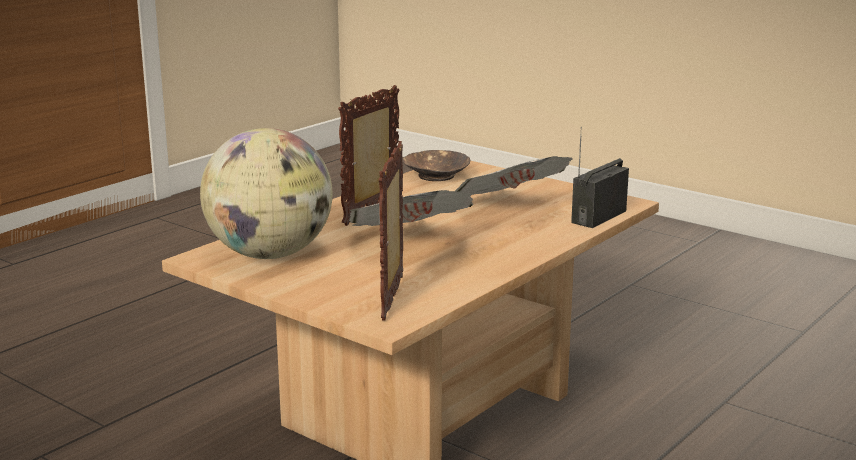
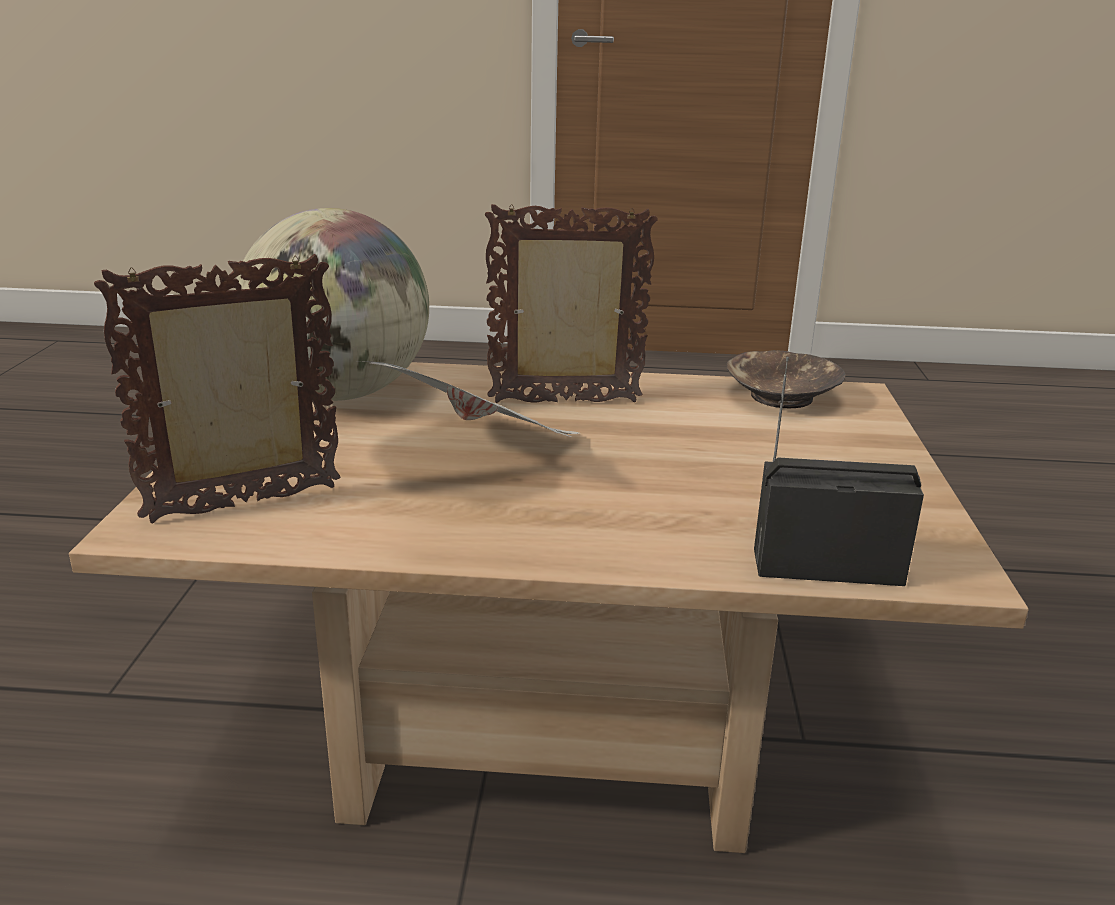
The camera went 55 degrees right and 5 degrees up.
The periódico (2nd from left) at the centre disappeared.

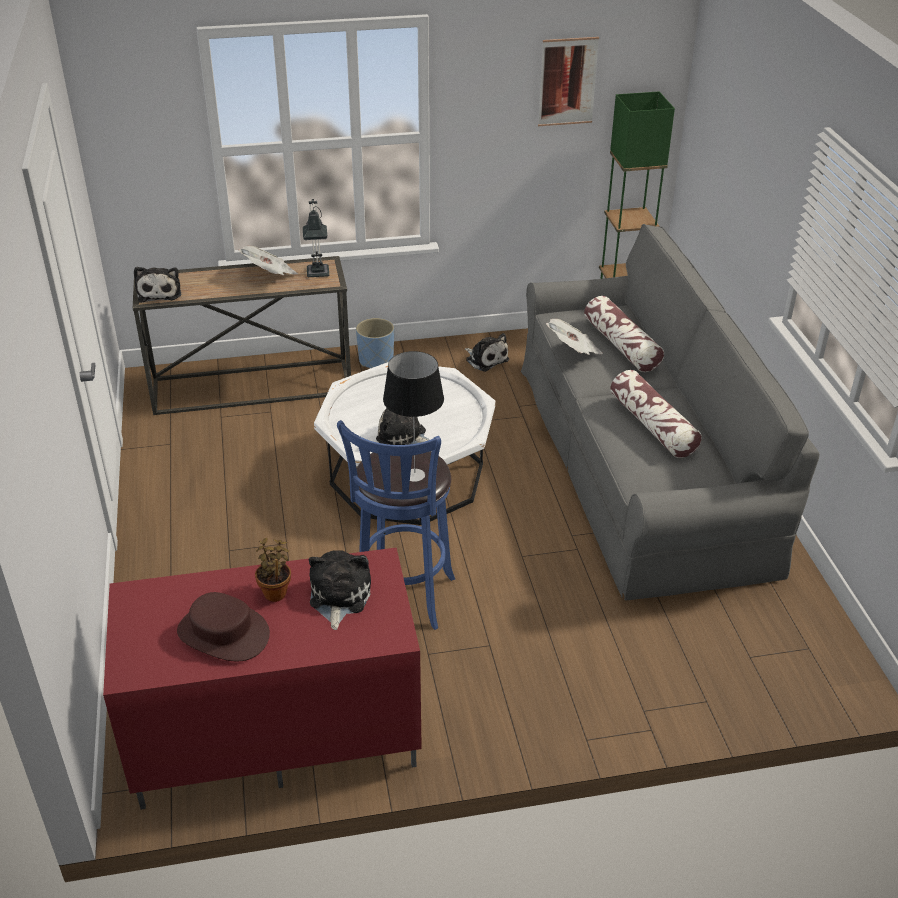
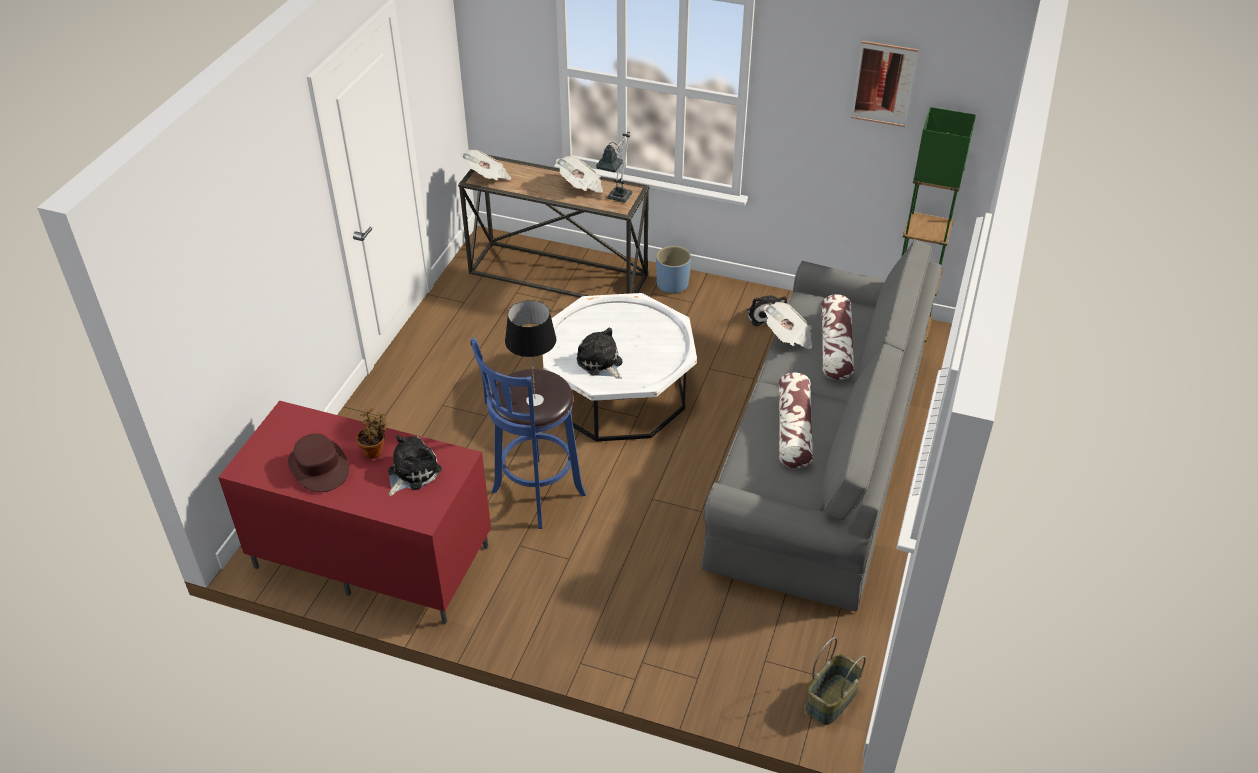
The camera went 30 degrees right and 5 degrees up.
The cesta at the bottom centre appeared.
The peluche (1st from left) at the top left was replaced by the periódico (1st from left) at the top centre.

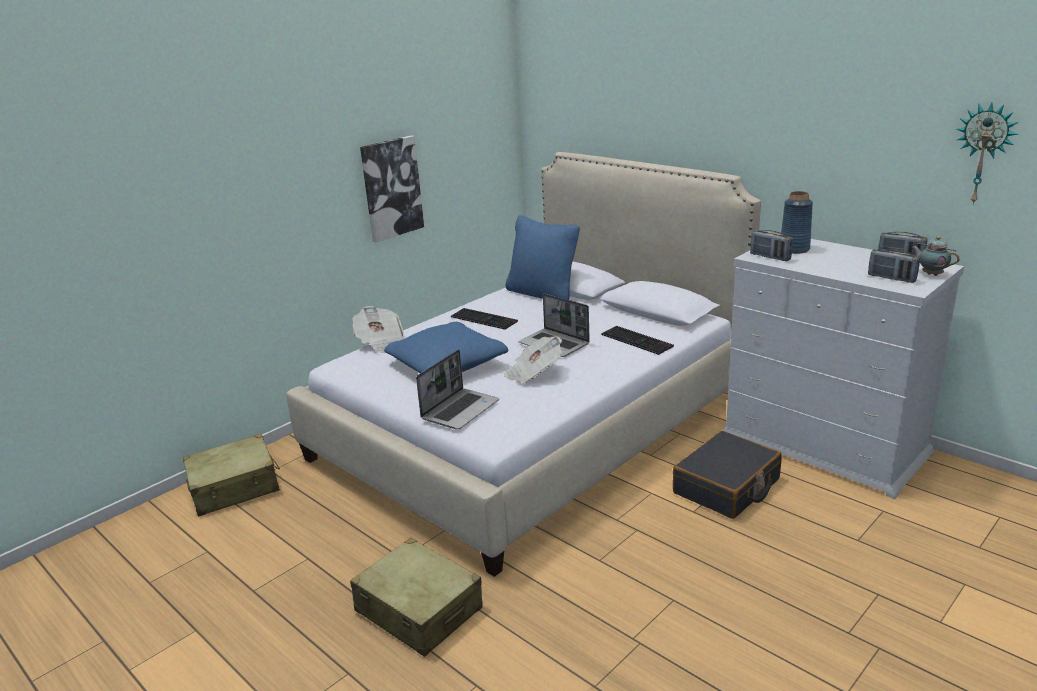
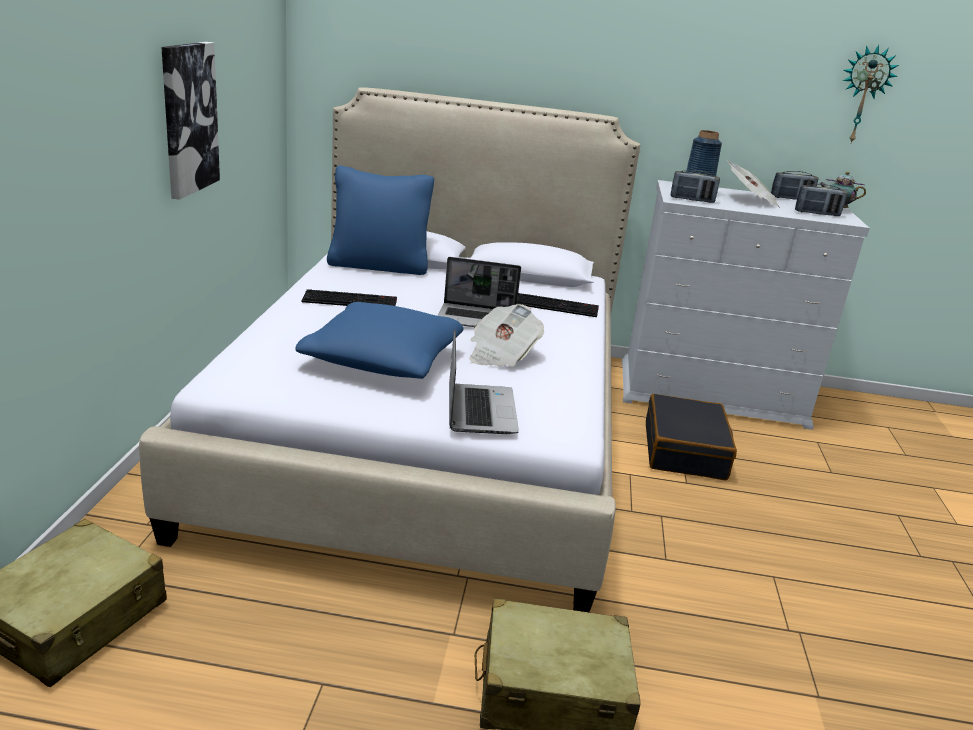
The camera went 40 degrees left and 0 degrees up.
The periódico (1st from left in the first image) moved from the centre to the top right.

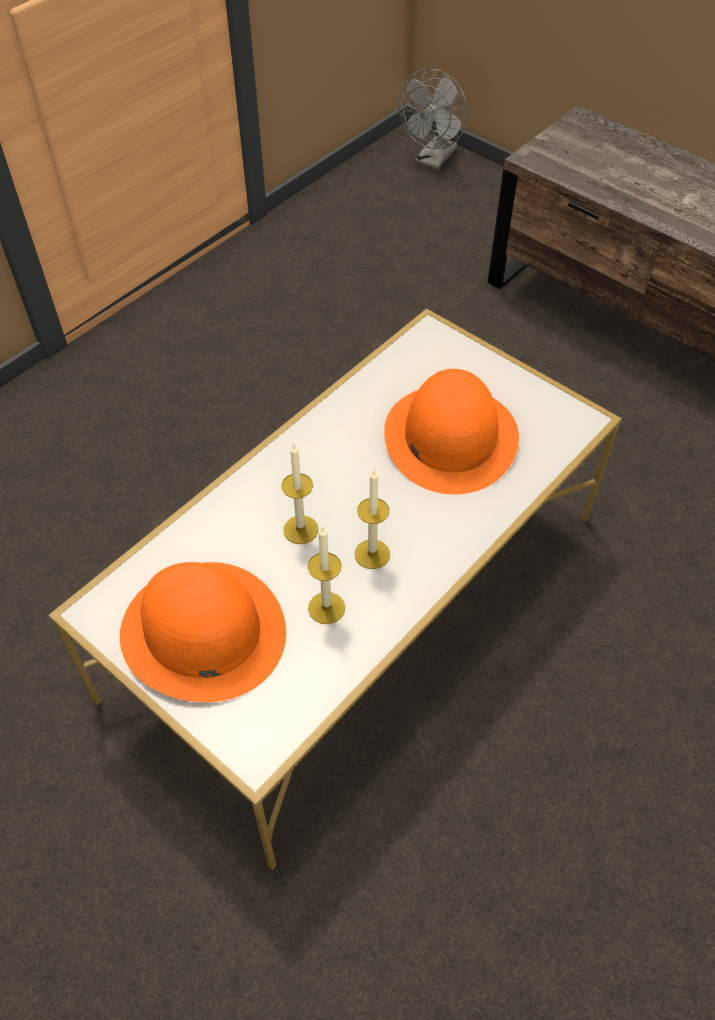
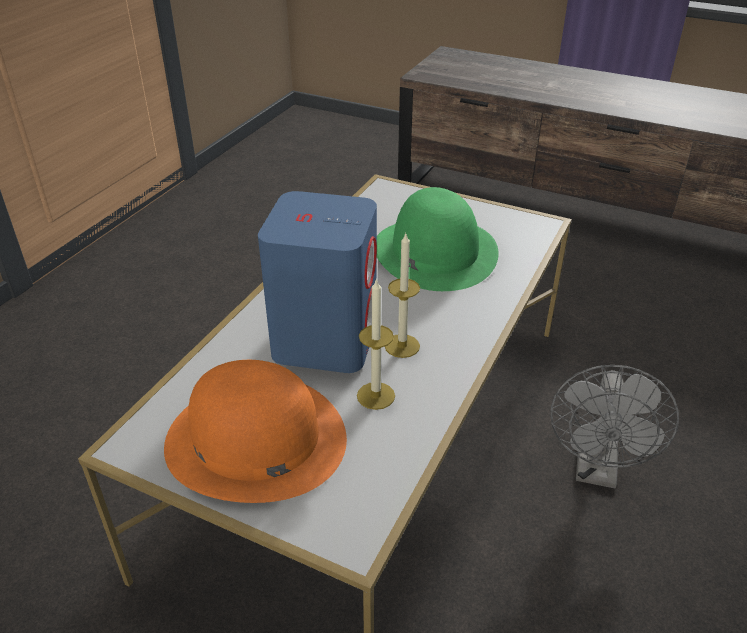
The camera went 15 degrees left and 15 degrees down.
The ventilador [gris] moved from the top centre to the bottom right.
The vela (1st from left) at the centre was replaced by the altavoz [azul] at the centre.
The sombrero [naranja] (2nd from left) at the centre became the sombrero [verde] at the centre.

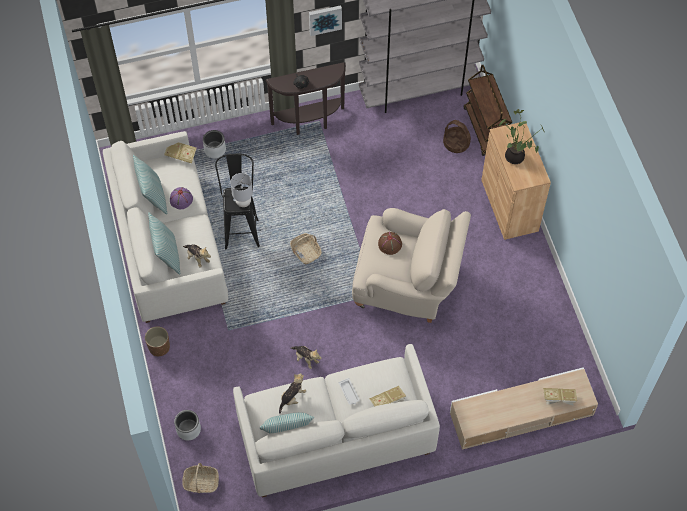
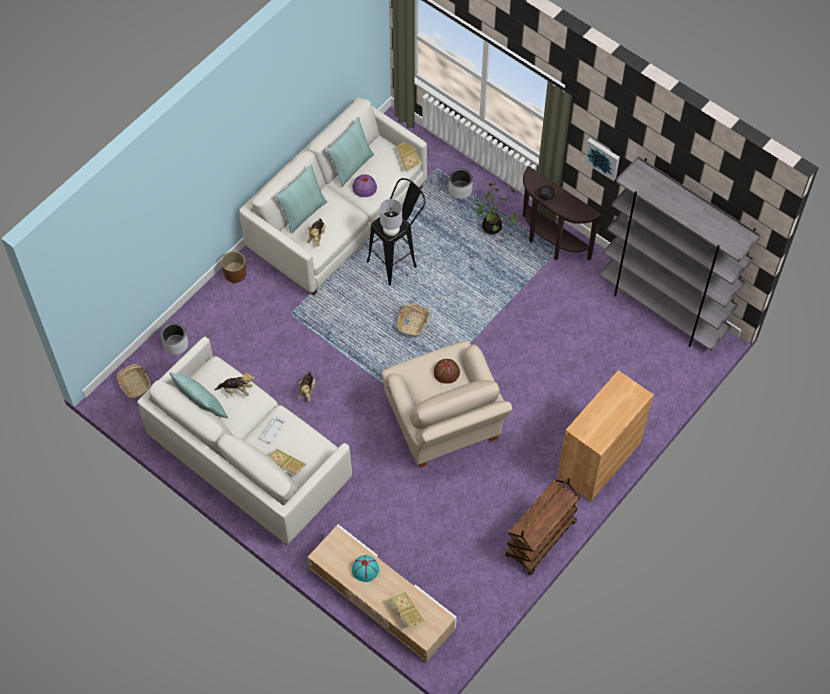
The camera went 55 degrees right and 0 degrees up.
The cesta (3rd from left) at the top centre disappeared.
The sombrero [turquesa] at the bottom centre appeared.
The carrito [marrón] moved from the top right to the bottom centre.
The planta en maceta moved from the top right to the top centre.

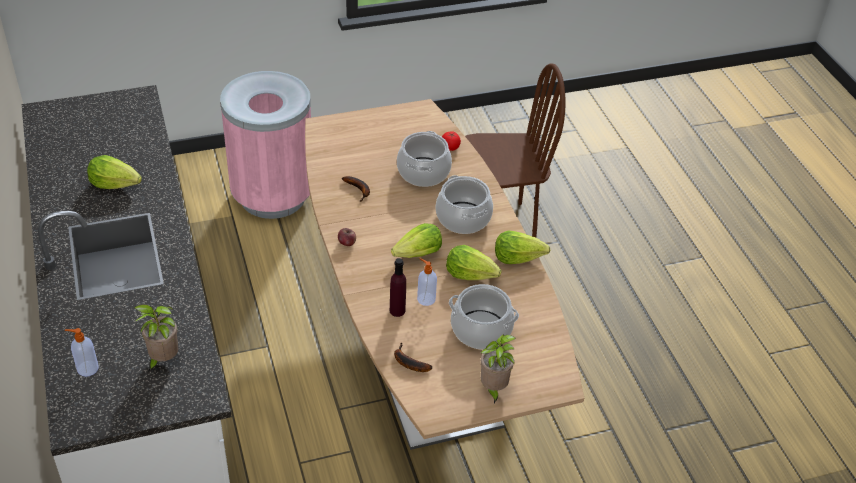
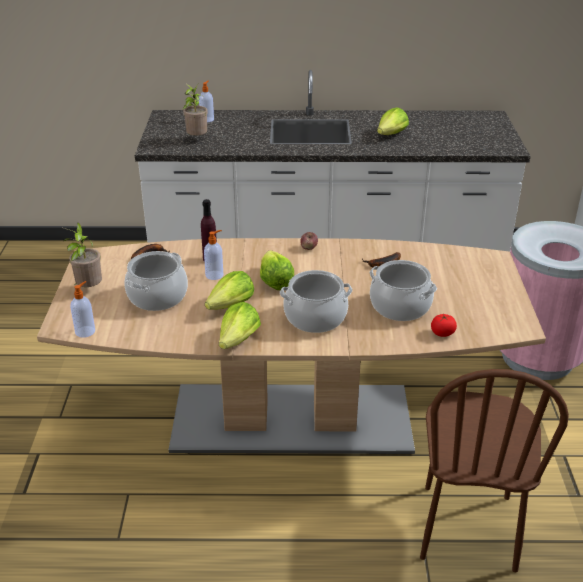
The camera went 110 degrees right and 10 degrees down.
The dispensador de jabón (1st from left) at the middle left appeared.

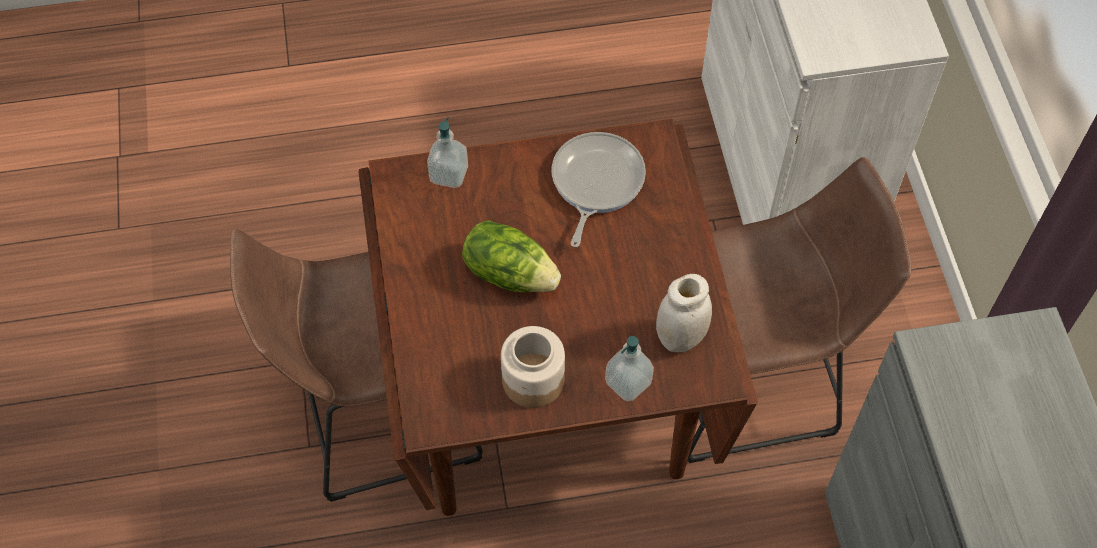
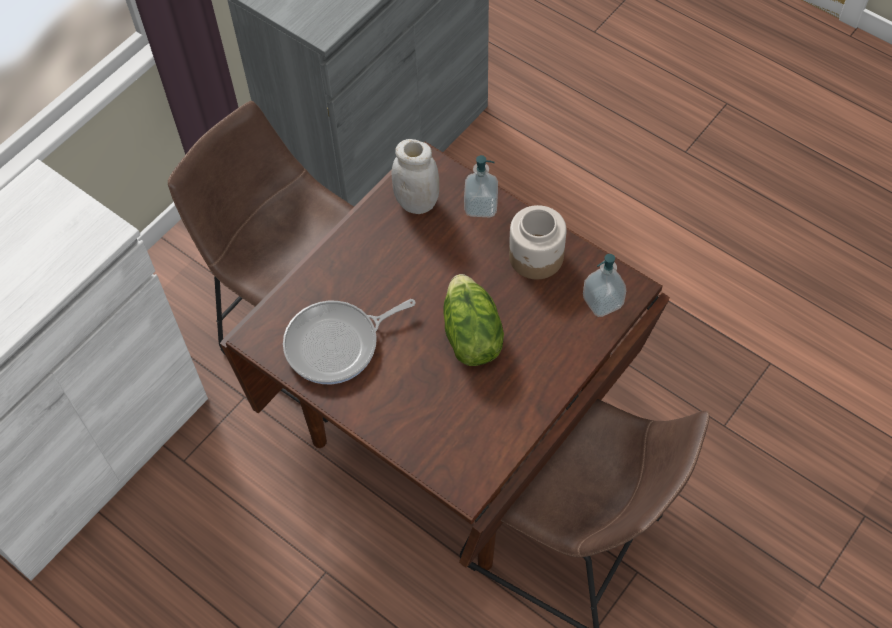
The camera went 130 degrees left and 0 degrees up.
The dispensador de jabón (1st from left in the first image) moved from the top centre to the middle right.

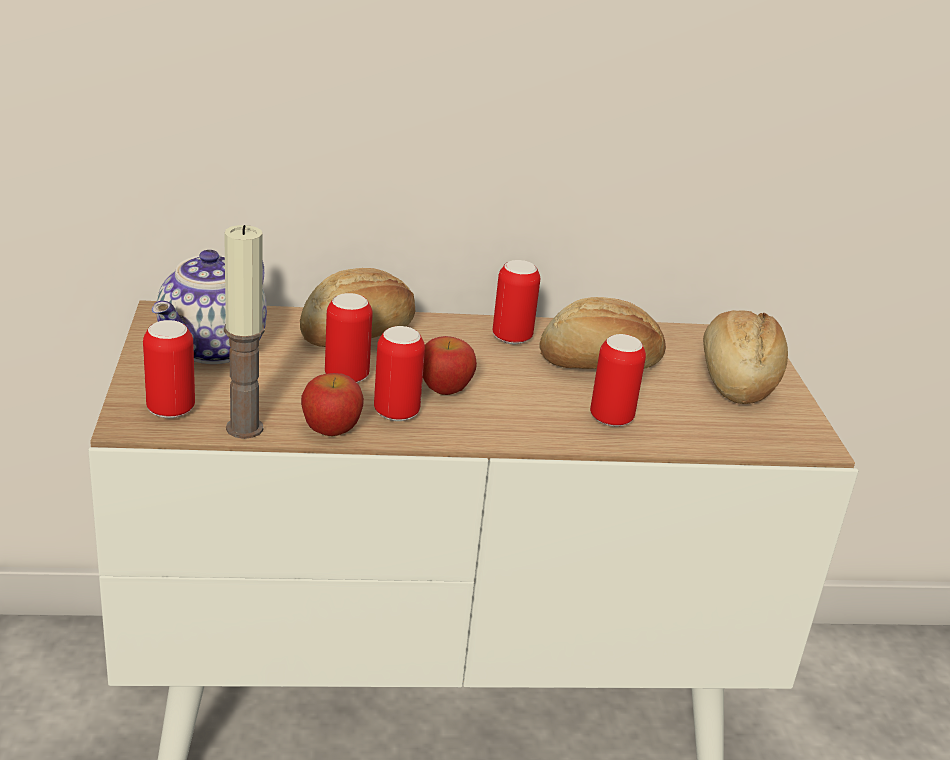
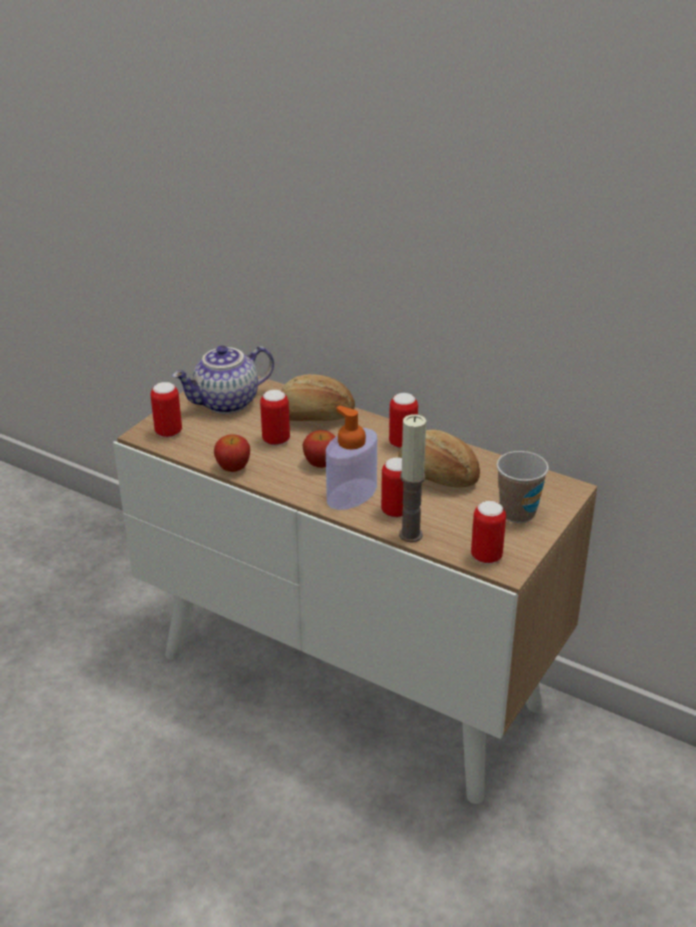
The camera went 40 degrees right and 5 degrees up.
The dispensador de jabón at the centre appeared.
The vela moved from the middle left to the centre.
The lata (3rd from left in the first image) moved from the centre to the middle right.
The pan (3rd from left) at the middle right was replaced by the taza at the middle right.

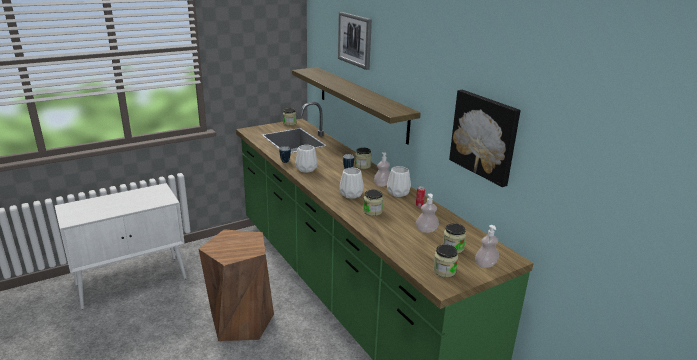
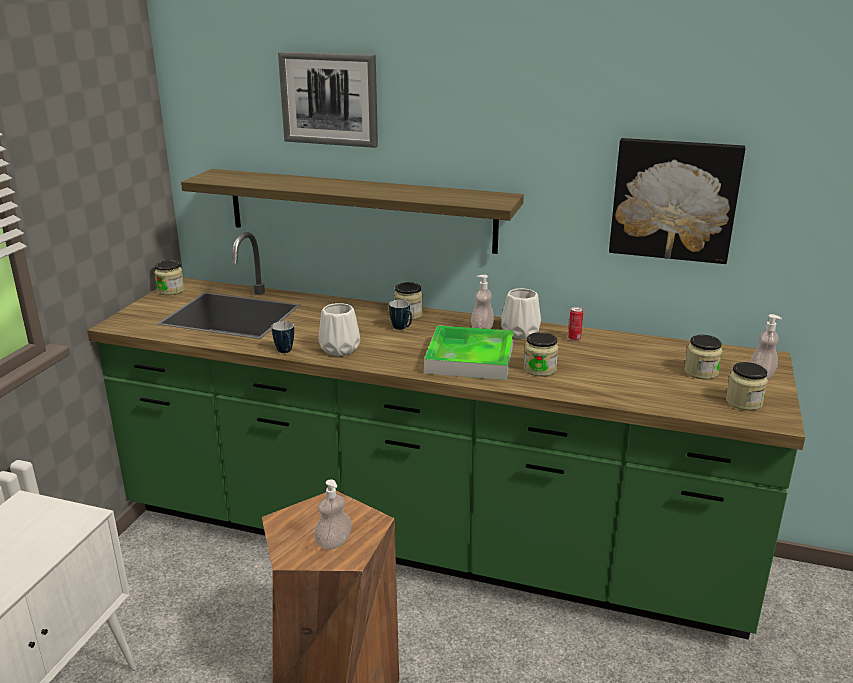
The camera went 40 degrees left and 0 degrees up.
The dispensador de jabón (2nd from left in the first image) moved from the centre to the bottom centre.
The florero [blanco] (2nd from left) at the centre was replaced by the bandeja at the centre.

